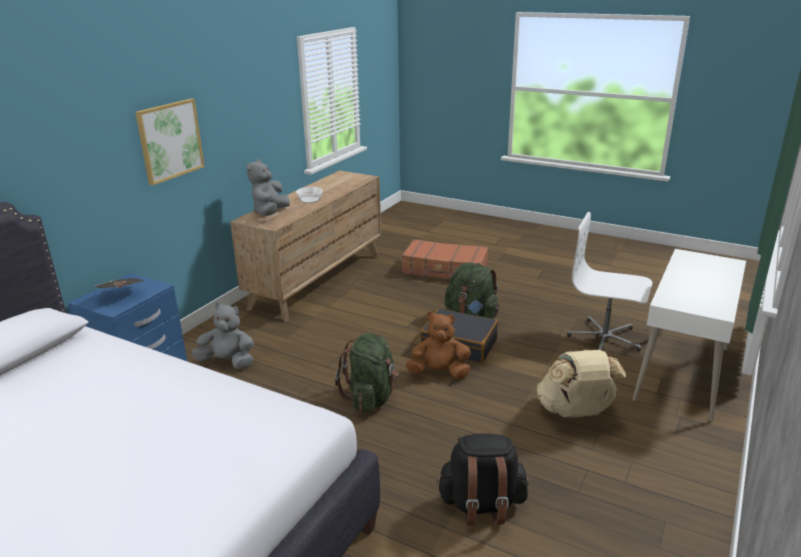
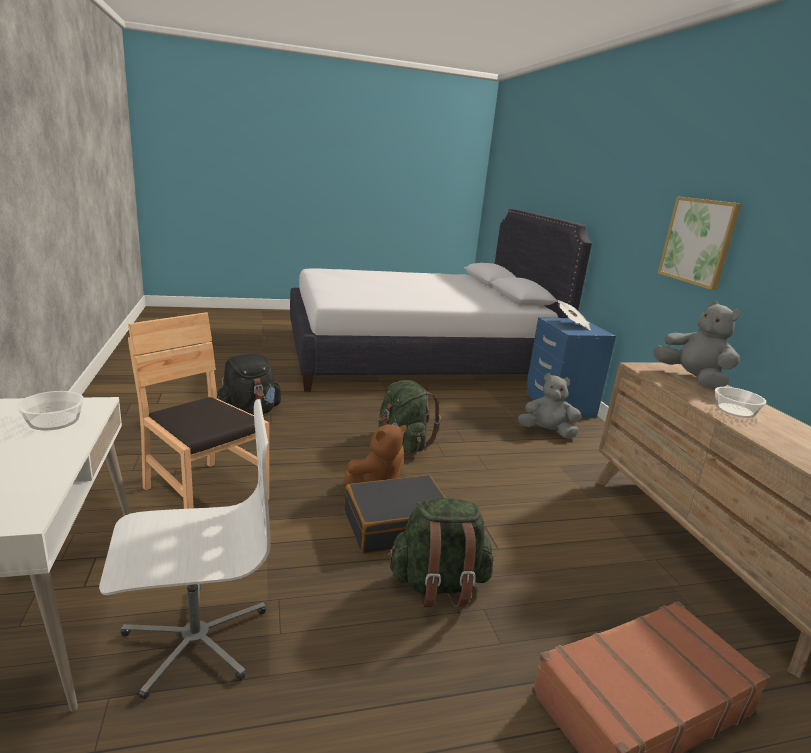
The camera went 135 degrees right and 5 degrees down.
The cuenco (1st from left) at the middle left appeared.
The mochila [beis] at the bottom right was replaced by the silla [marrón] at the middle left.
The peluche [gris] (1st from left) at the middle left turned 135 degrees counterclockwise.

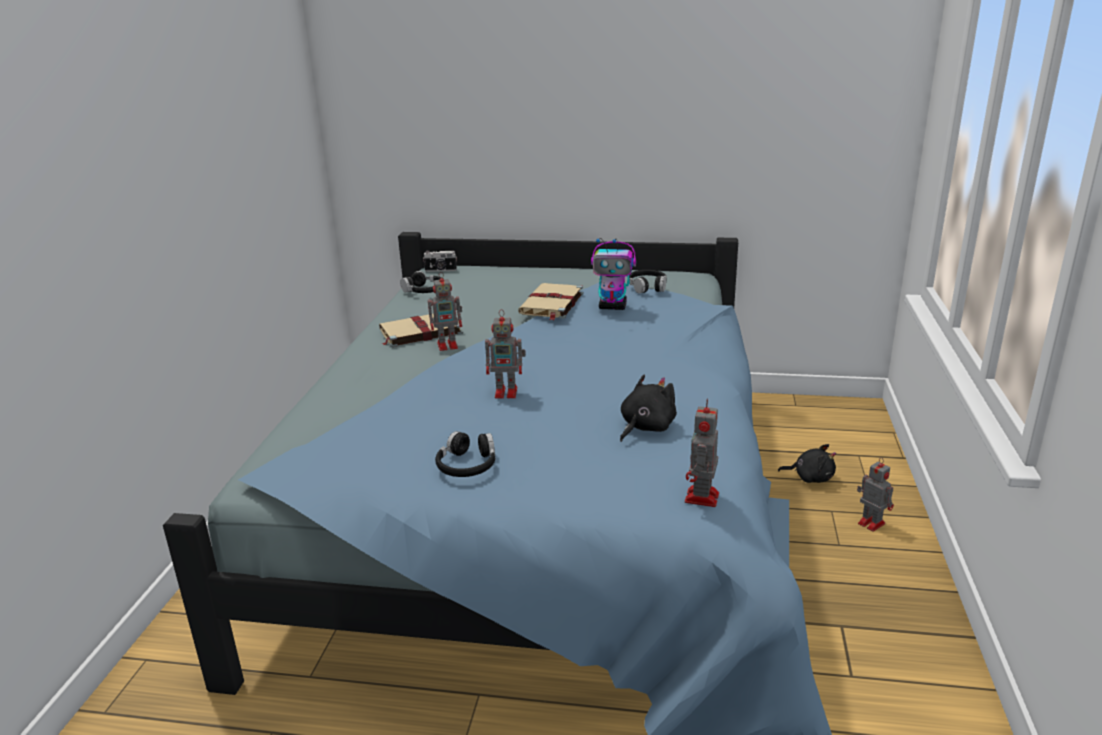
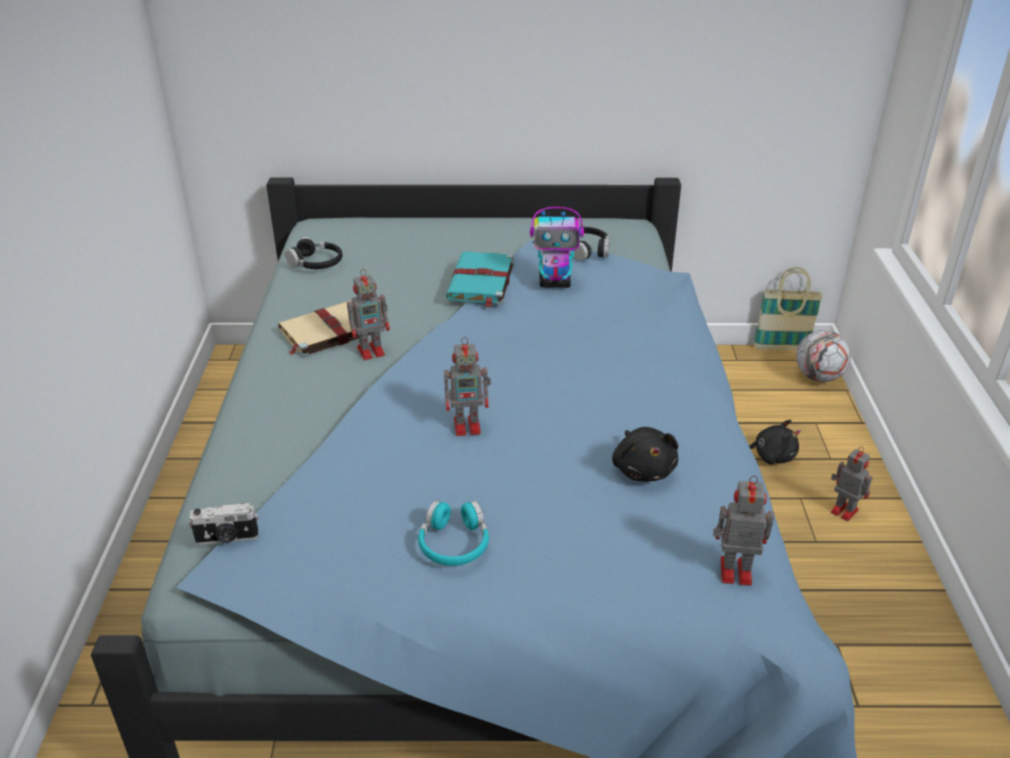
The camera went 10 degrees left and 10 degrees up.
The cesta at the middle right appeared.
The balón de fútbol at the middle right appeared.
The cámara moved from the centre to the bottom left.
The auriculares [negro] (2nd from left) at the centre became the auriculares [turquesa] at the bottom centre.
The libro [beis] (2nd from left) at the centre became the libro [turquesa] at the centre.
The peluche [negro] (1st from left) at the centre turned 135 degrees clockwise.
The robot de juguete (4th from left) at the centre turned 90 degrees clockwise.

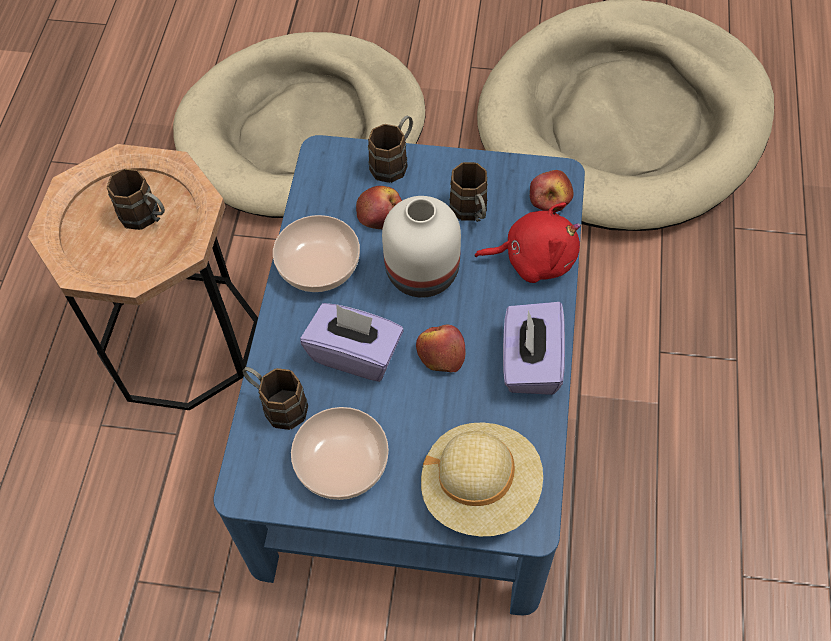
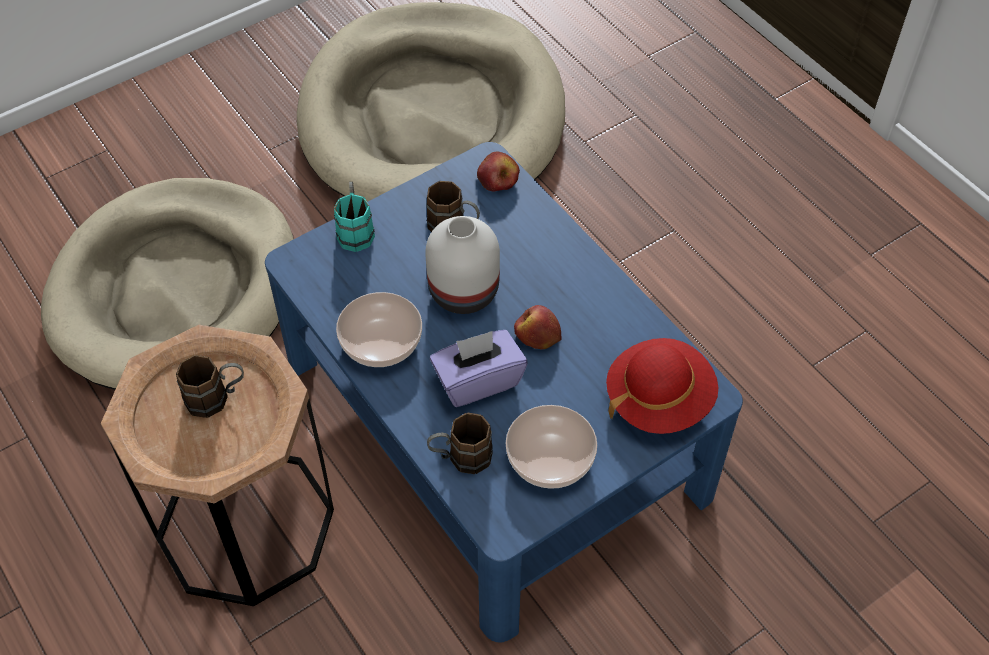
The camera went 45 degrees left and 5 degrees down.
The manzana (1st from left) at the top centre disappeared.
The peluche [rojo] at the centre disappeared.
The caja de pañuelos [morado] (2nd from left) at the centre disappeared.
The taza grande [marrón] (3rd from left) at the top centre became the taza grande [turquesa] at the top centre.
The sombrero [beis] at the bottom centre became the sombrero [rojo] at the middle right.

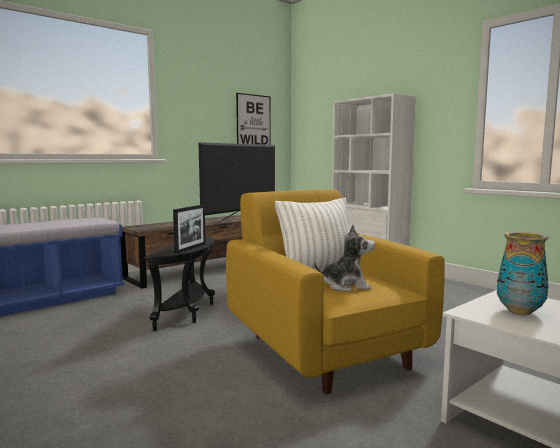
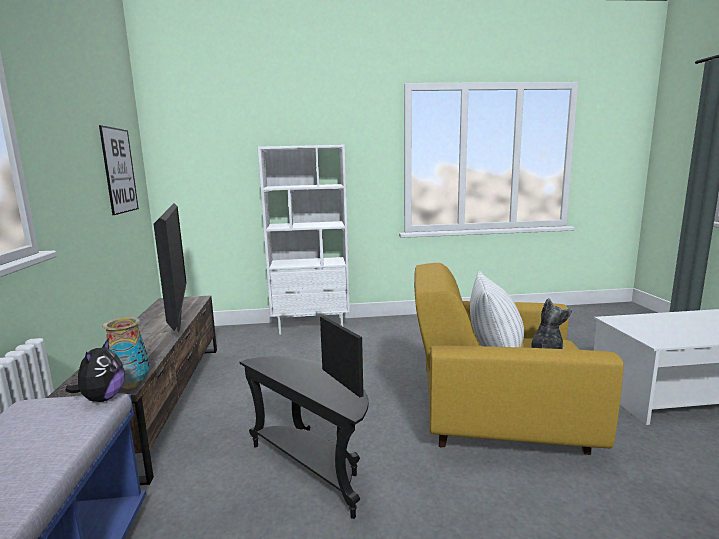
The camera went 55 degrees left and 5 degrees up.
The peluche (1st from left) at the bottom left appeared.
The florero moved from the middle right to the middle left.

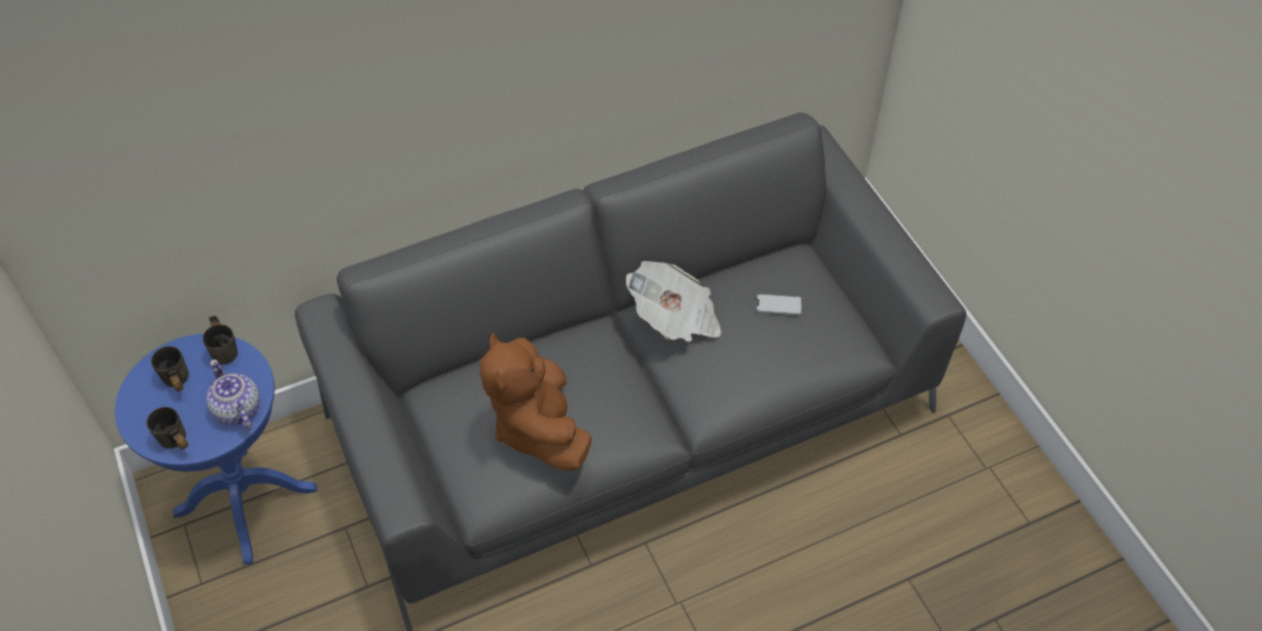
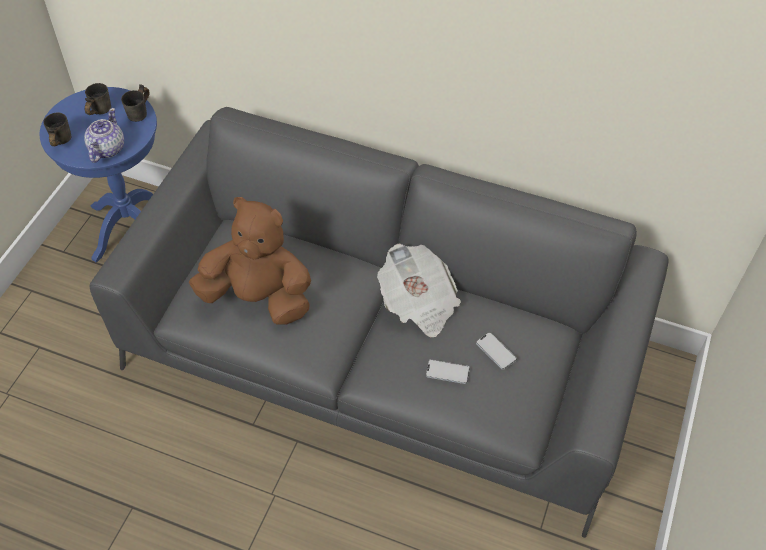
The camera went 45 degrees right and 0 degrees up.
The móvil (1st from left) at the bottom centre appeared.
The peluche [marrón] at the centre turned 75 degrees clockwise.

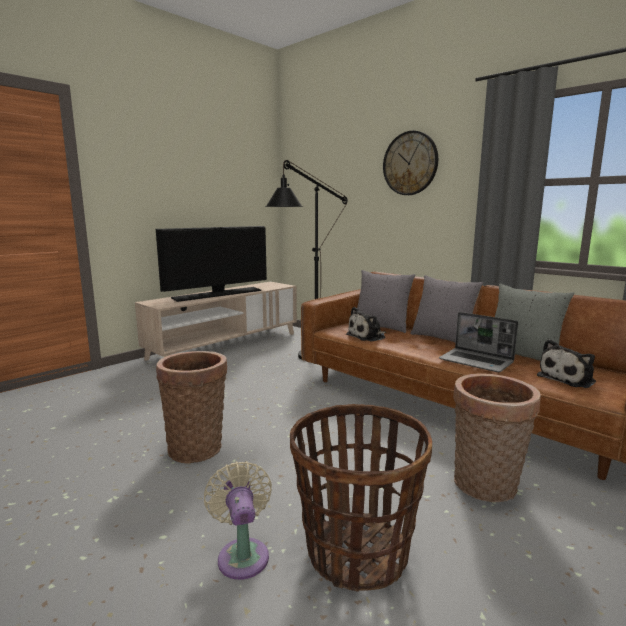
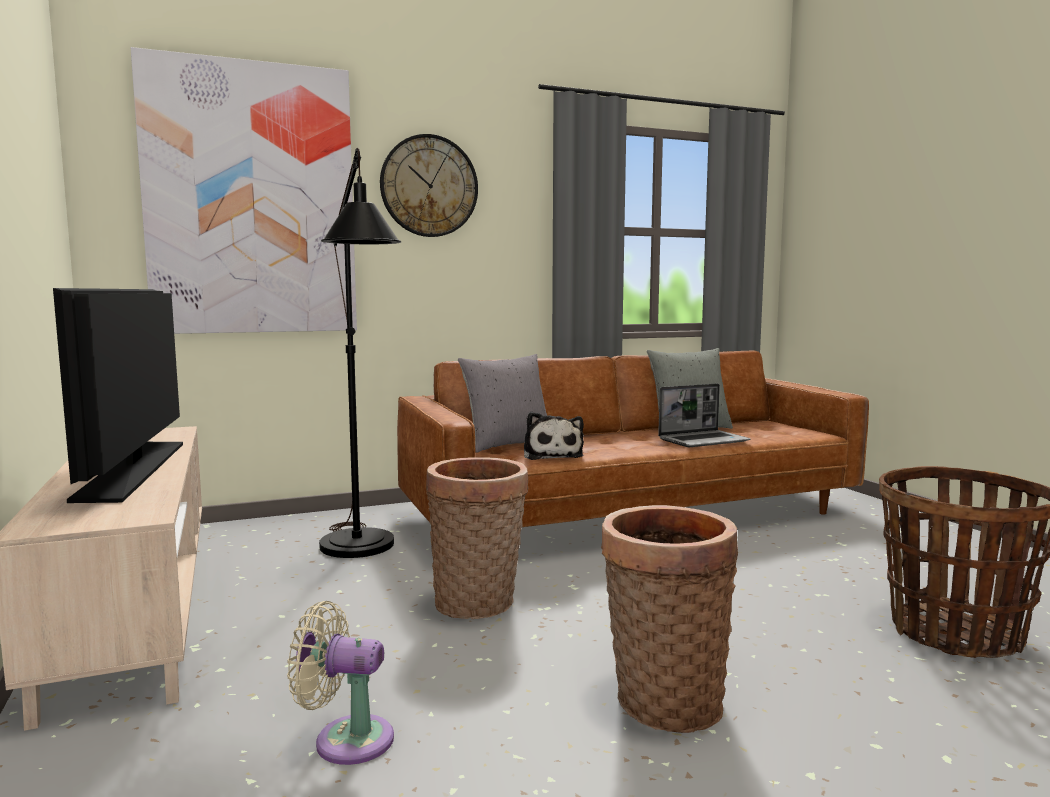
The camera went 65 degrees left and 5 degrees down.
The cojín [gris] (2nd from left) at the middle right disappeared.
The peluche (2nd from left) at the middle right disappeared.
The cuadro at the top left appeared.
The ventilador [beis] moved from the bottom centre to the bottom left.
The cesta (3rd from left in the first image) moved from the bottom right to the bottom centre.

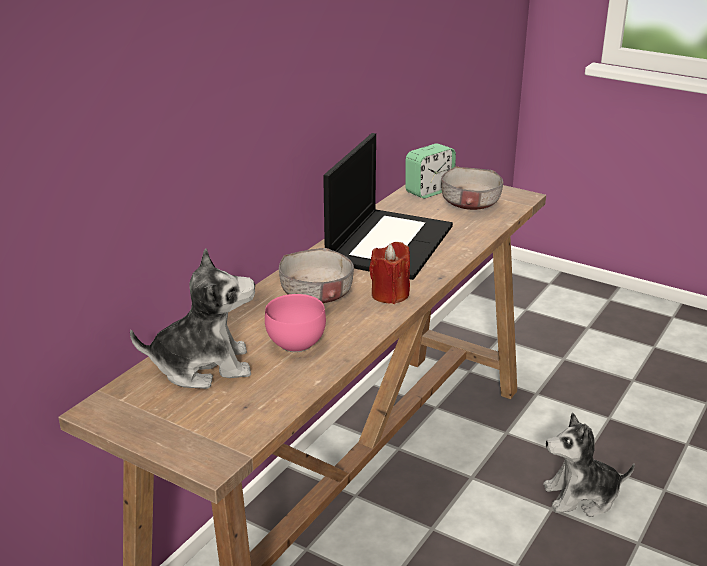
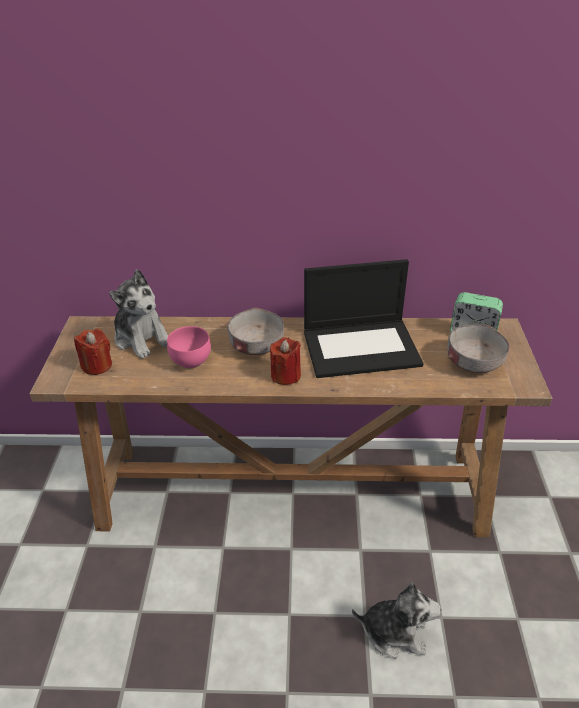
The camera went 60 degrees right and 10 degrees up.
The vela [rojo] (1st from left) at the middle left appeared.
The peluche (2nd from left) at the bottom right turned 135 degrees clockwise.

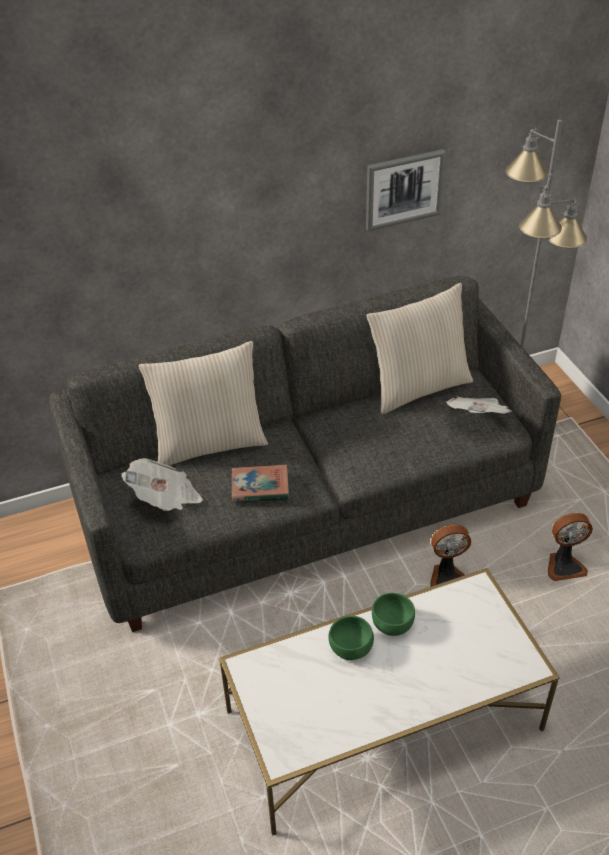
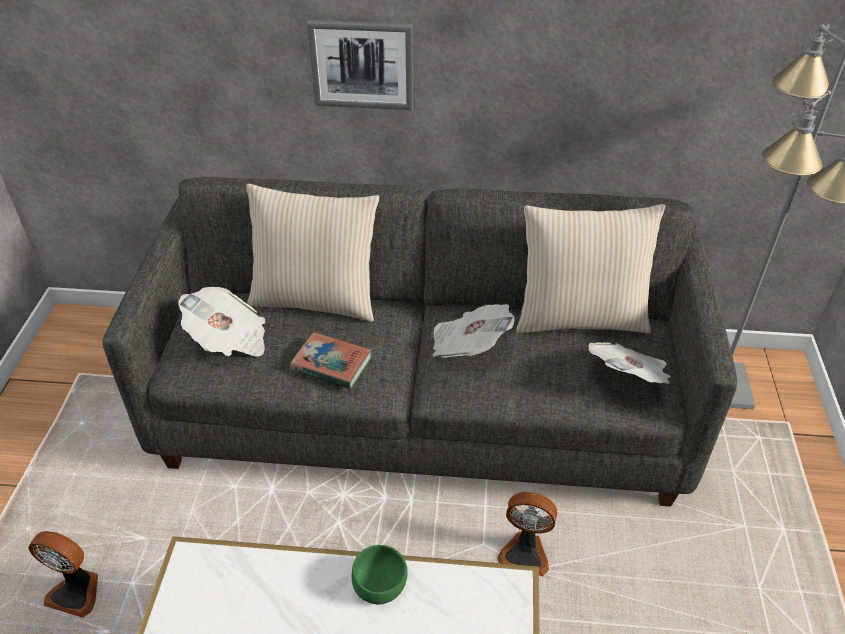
The camera went 25 degrees right and 0 degrees up.
The cuenco [verde] (1st from left) at the bottom centre disappeared.
The periódico (2nd from left) at the centre appeared.
The cuadro moved from the top right to the top centre.
The ventilador (2nd from left in the first image) moved from the middle right to the bottom left.

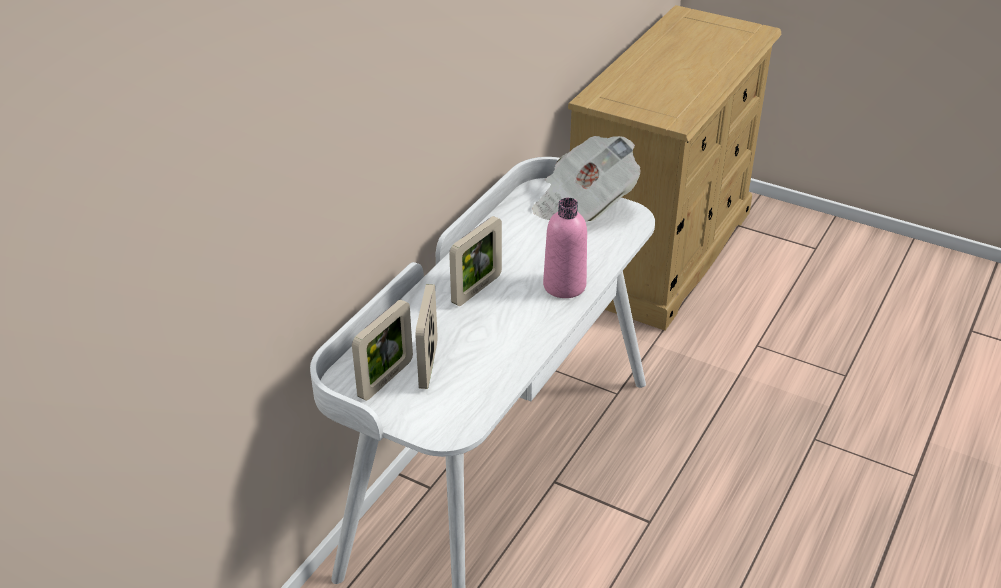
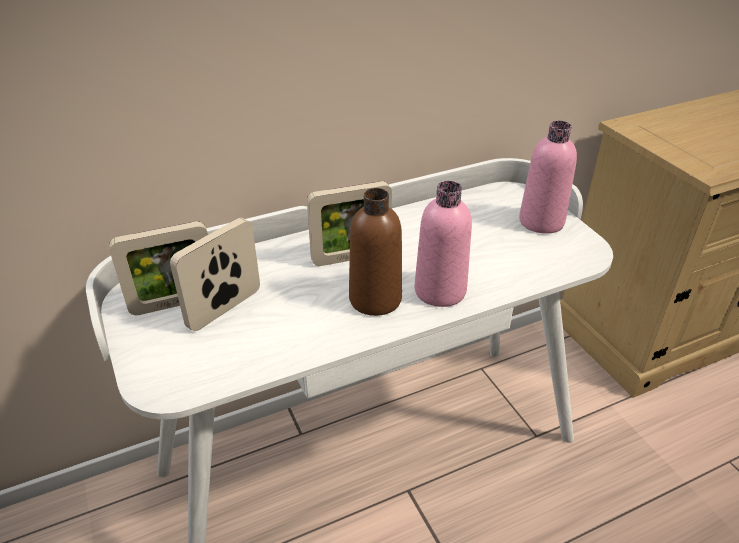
The camera went 35 degrees right and 0 degrees up.
The botella [marrón] at the centre appeared.
The periódico at the top centre was replaced by the botella [rosa] (2nd from left) at the top right.

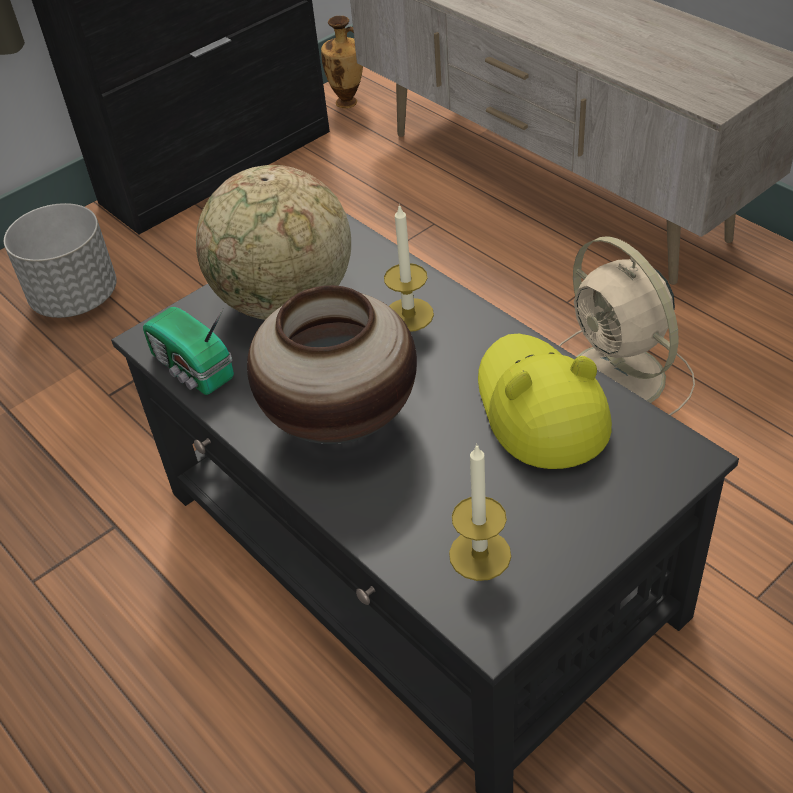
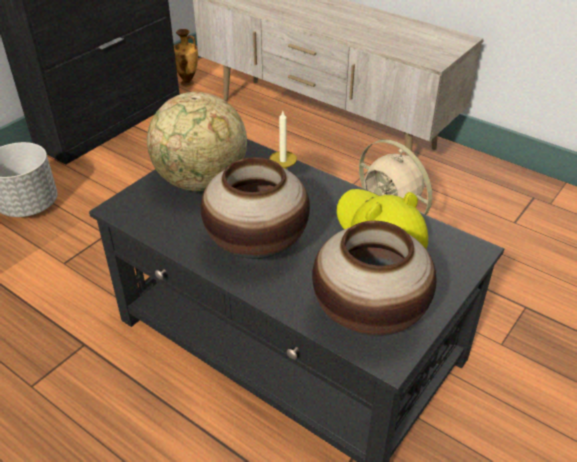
The camera went 15 degrees left and 5 degrees down.
The radio at the middle left disappeared.
The vela (2nd from left) at the centre was replaced by the florero (3rd from left) at the centre.

